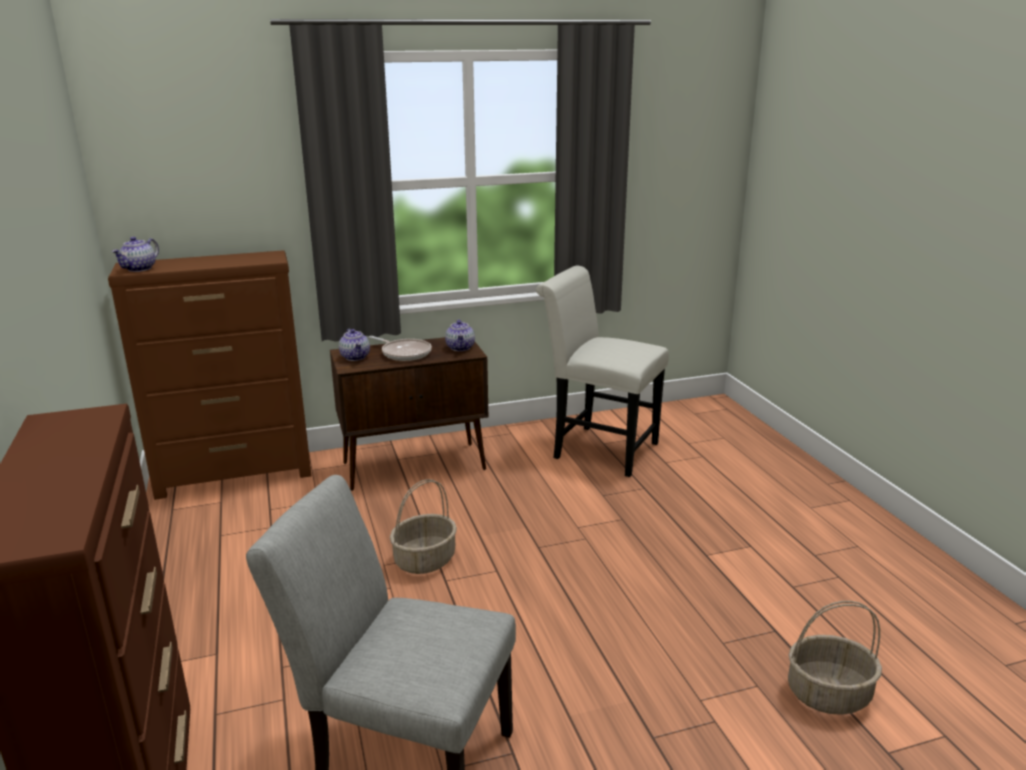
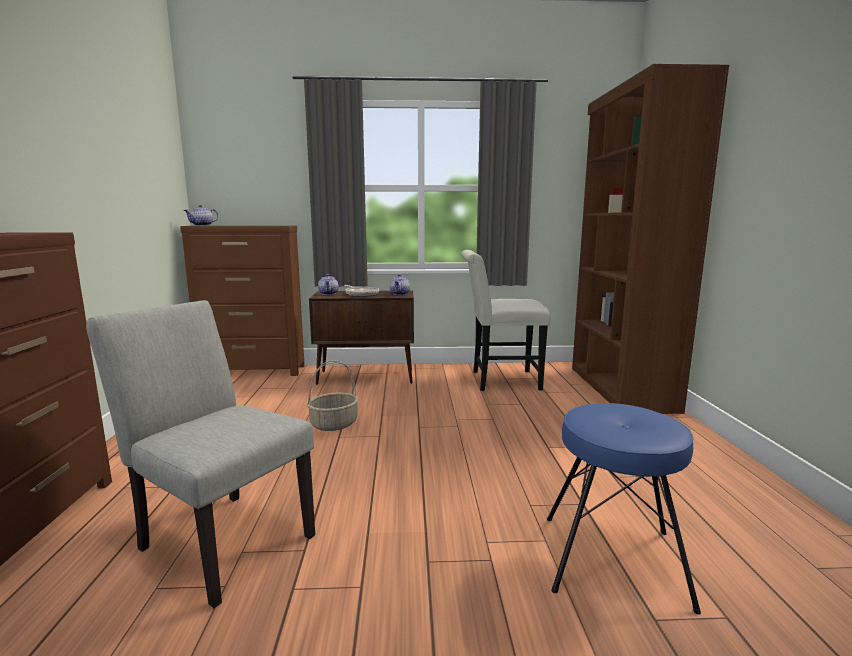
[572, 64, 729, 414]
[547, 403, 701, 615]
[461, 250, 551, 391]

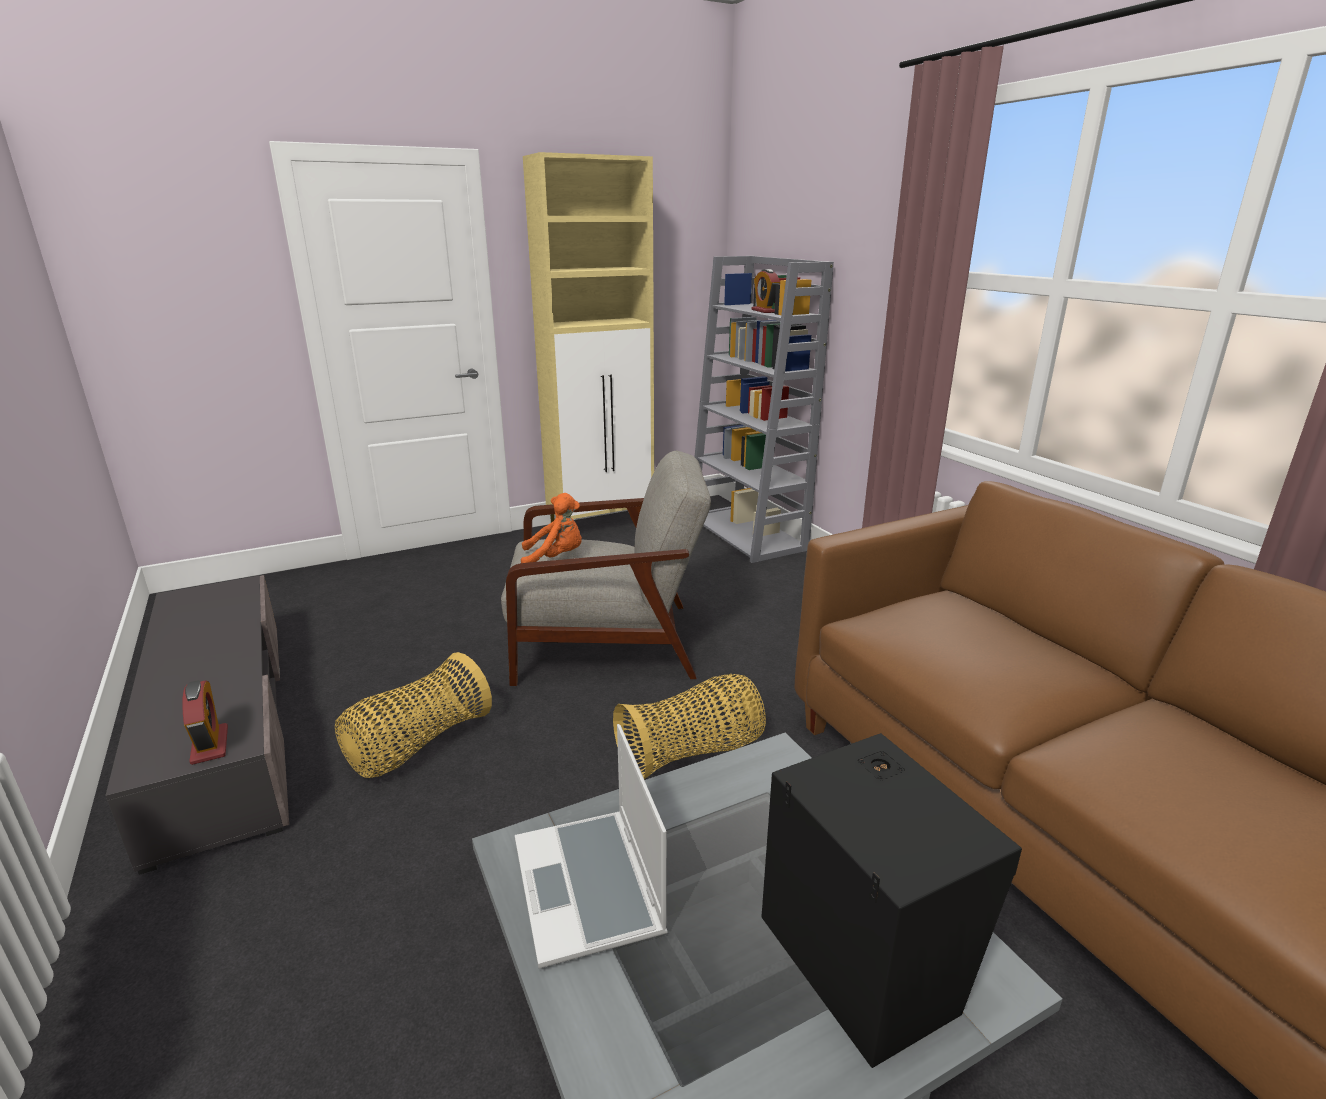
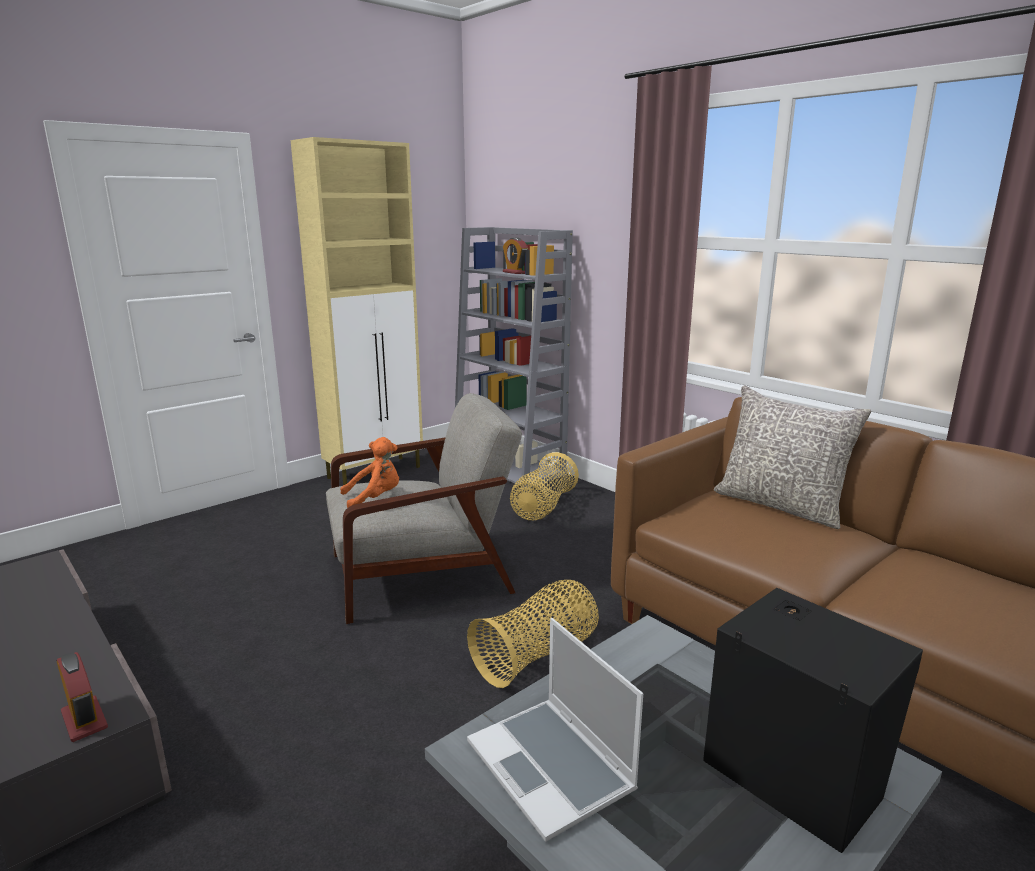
[714, 385, 871, 529]
[510, 452, 579, 520]

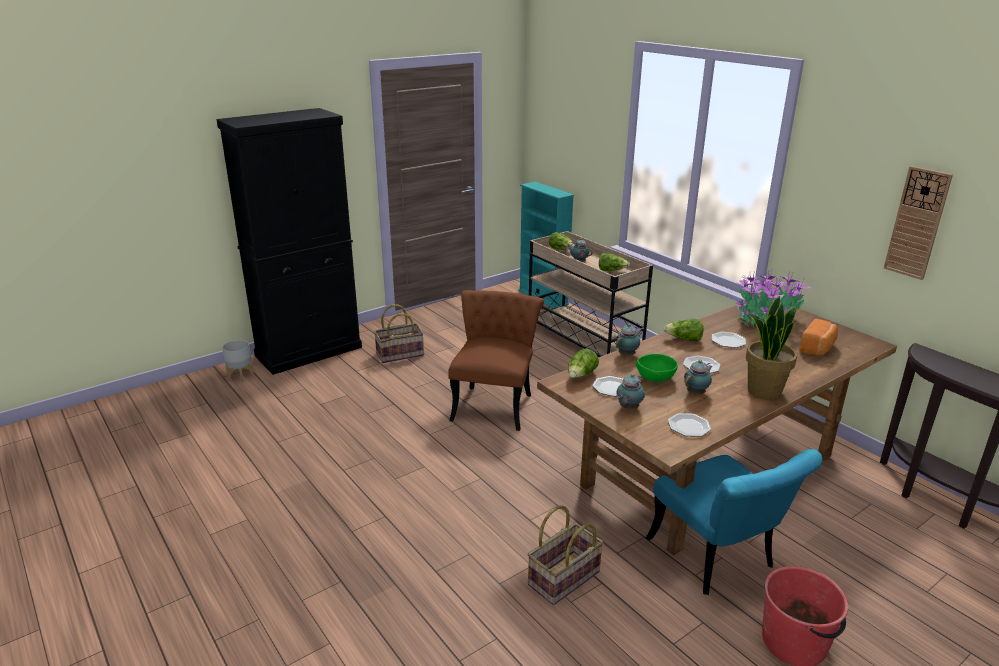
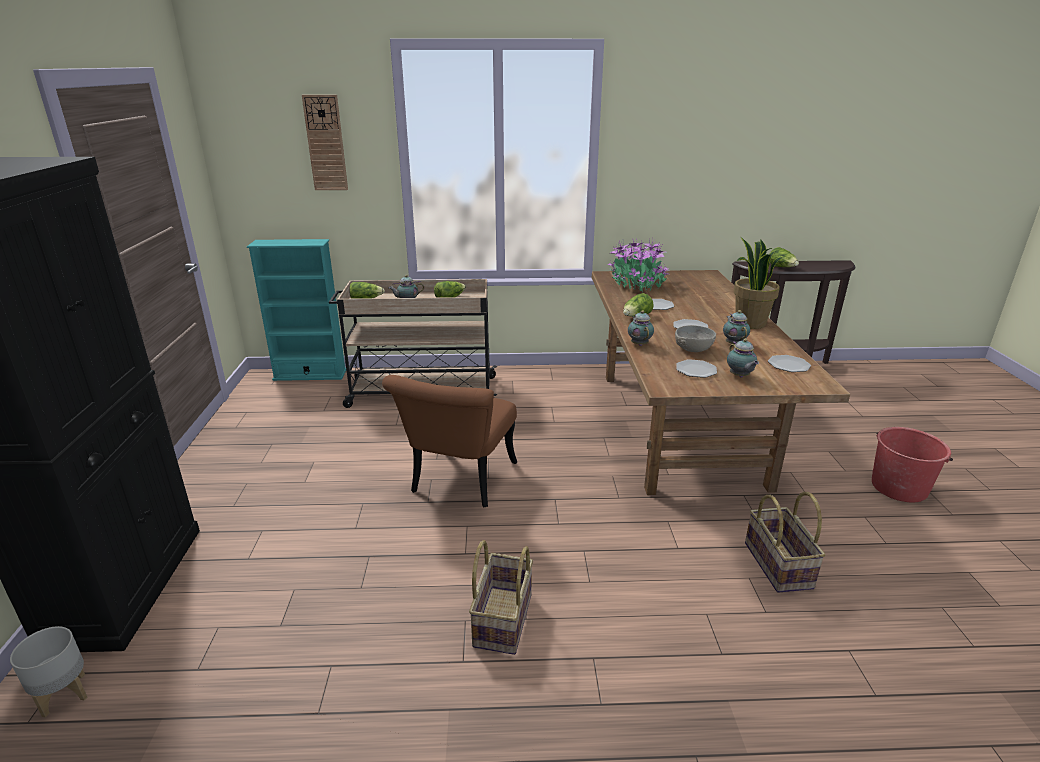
[646, 449, 822, 595] (first image)
[799, 319, 838, 356] (first image)
[469, 540, 533, 655]
[770, 247, 799, 267]
[302, 95, 348, 190]
[675, 325, 716, 352]
[382, 375, 517, 508]

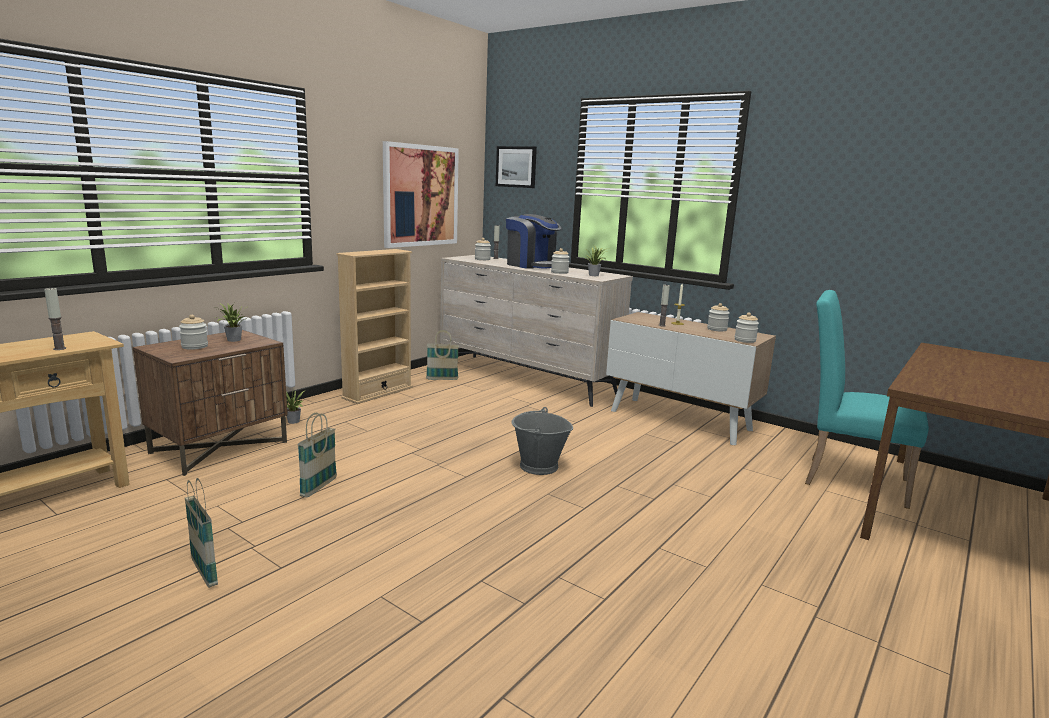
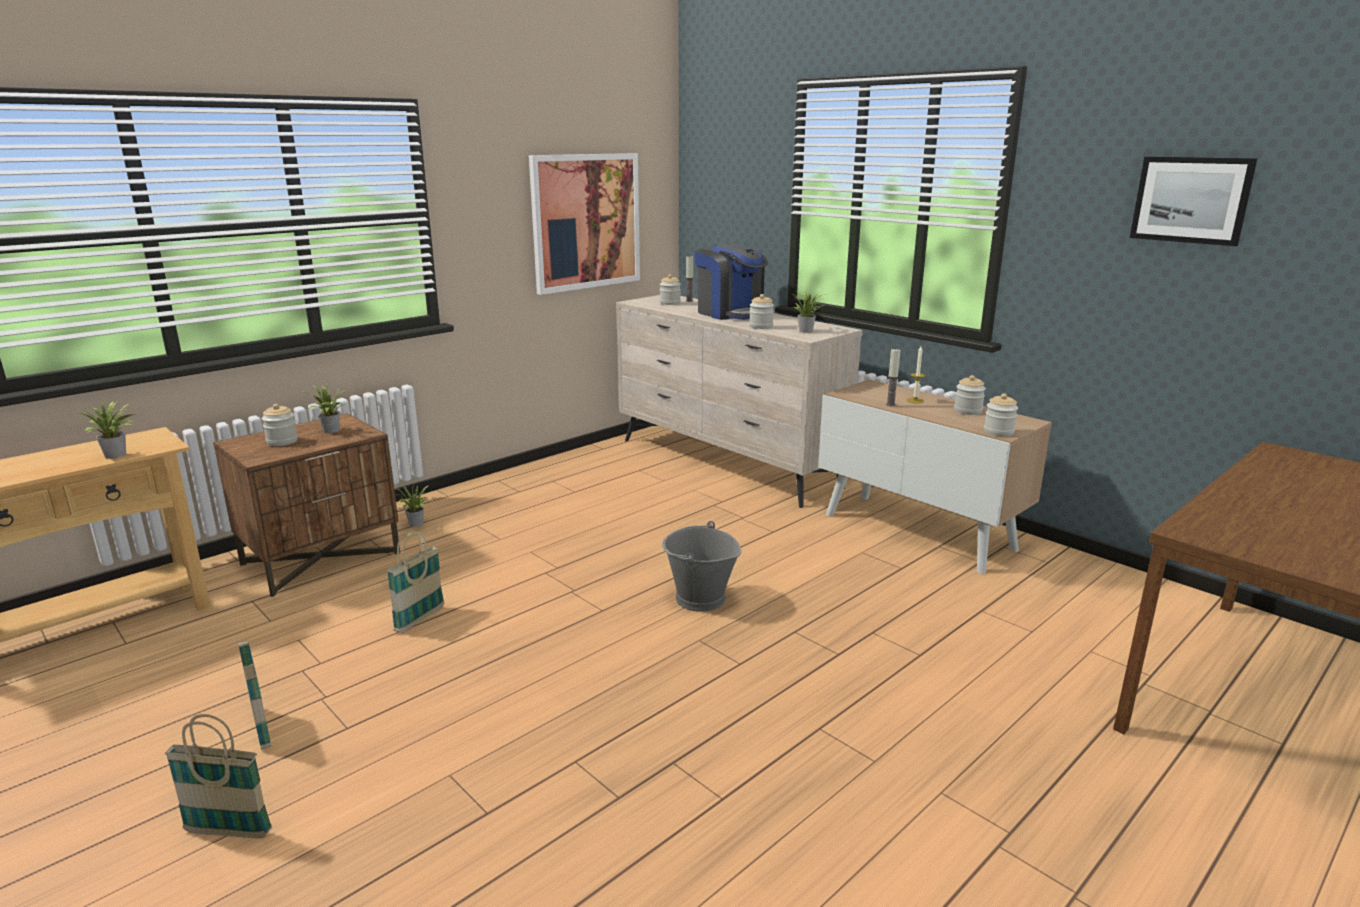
[337, 249, 413, 404] (first image)
[805, 290, 929, 509] (first image)
[165, 714, 272, 838]
[1130, 157, 1258, 246]
[77, 400, 136, 459]

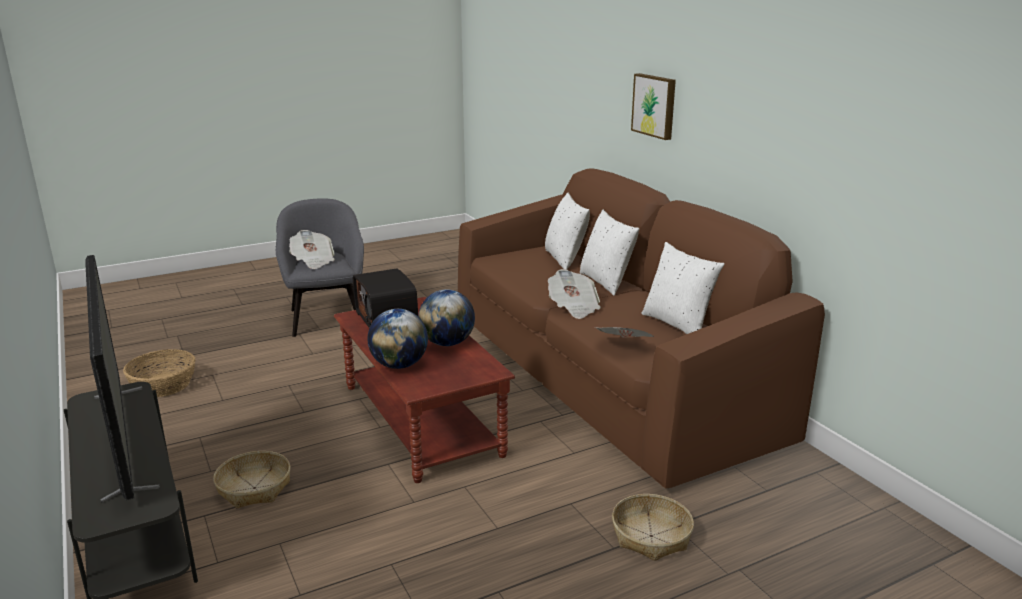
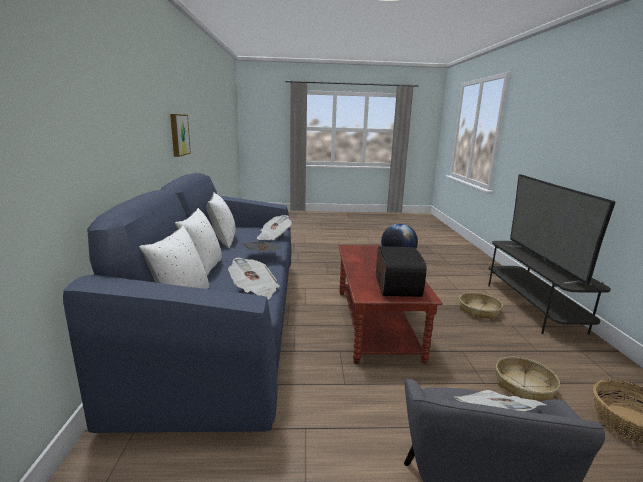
[418, 290, 475, 346] (first image)
[228, 258, 280, 299]
[496, 357, 560, 401]
[170, 114, 191, 157]
[63, 173, 291, 433]

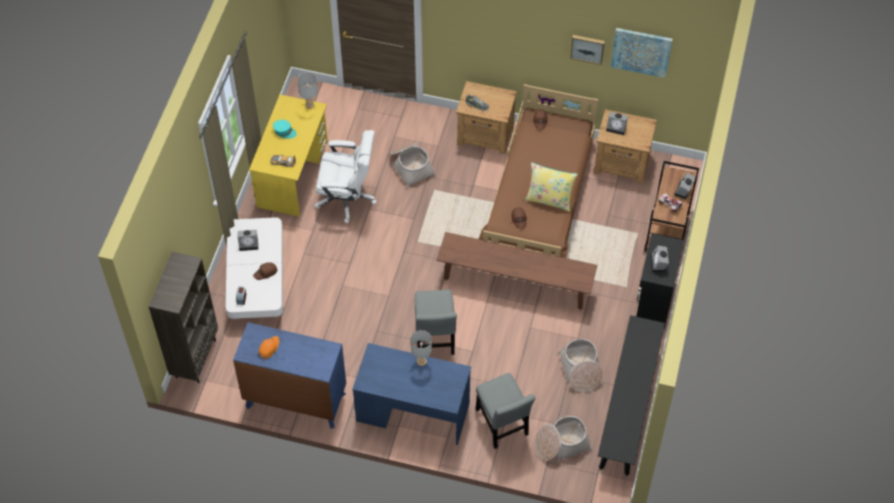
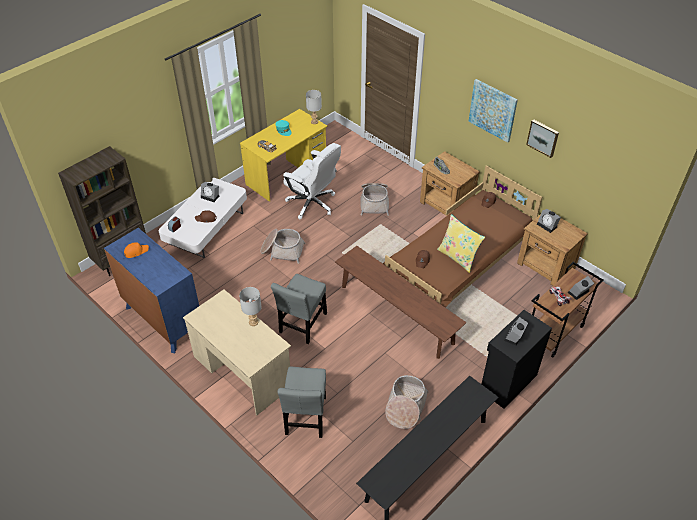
[260, 229, 305, 264]
[468, 79, 518, 142]
[183, 290, 291, 415]

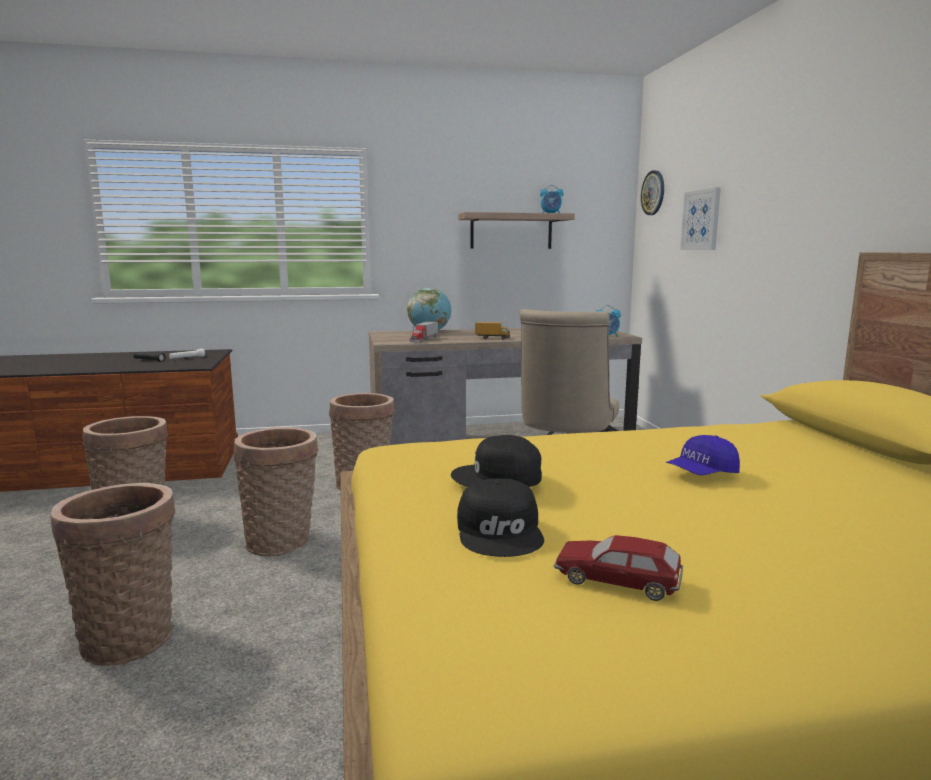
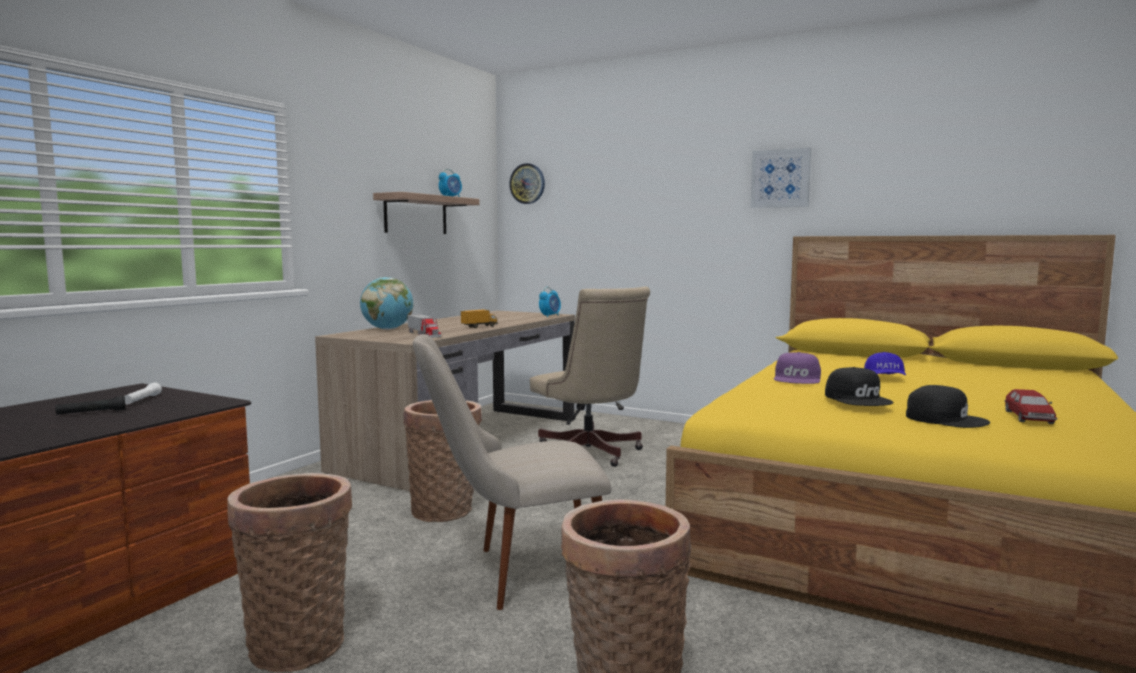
[774, 352, 821, 384]
[751, 148, 811, 208]
[413, 334, 611, 610]
[825, 367, 894, 406]
[1005, 389, 1058, 424]

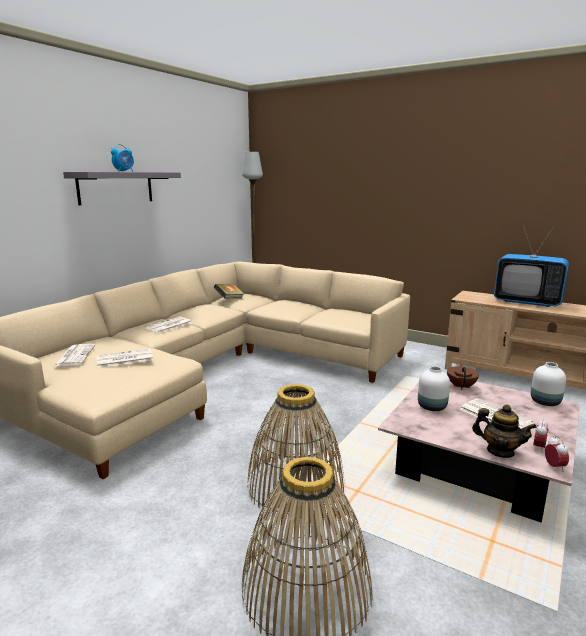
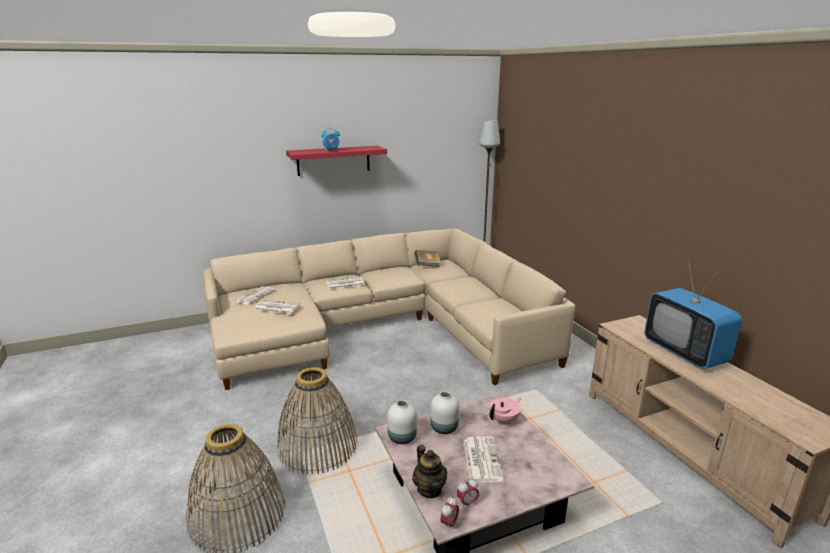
[387, 400, 417, 444]
[286, 146, 387, 176]
[489, 397, 521, 424]

